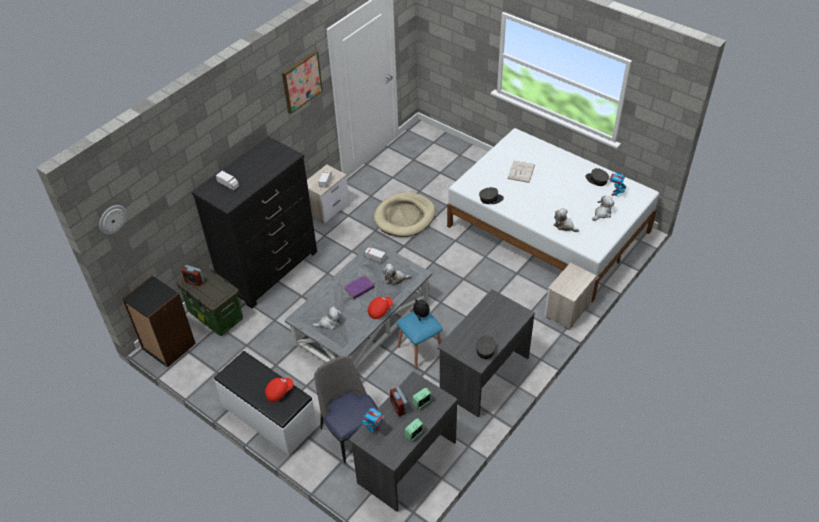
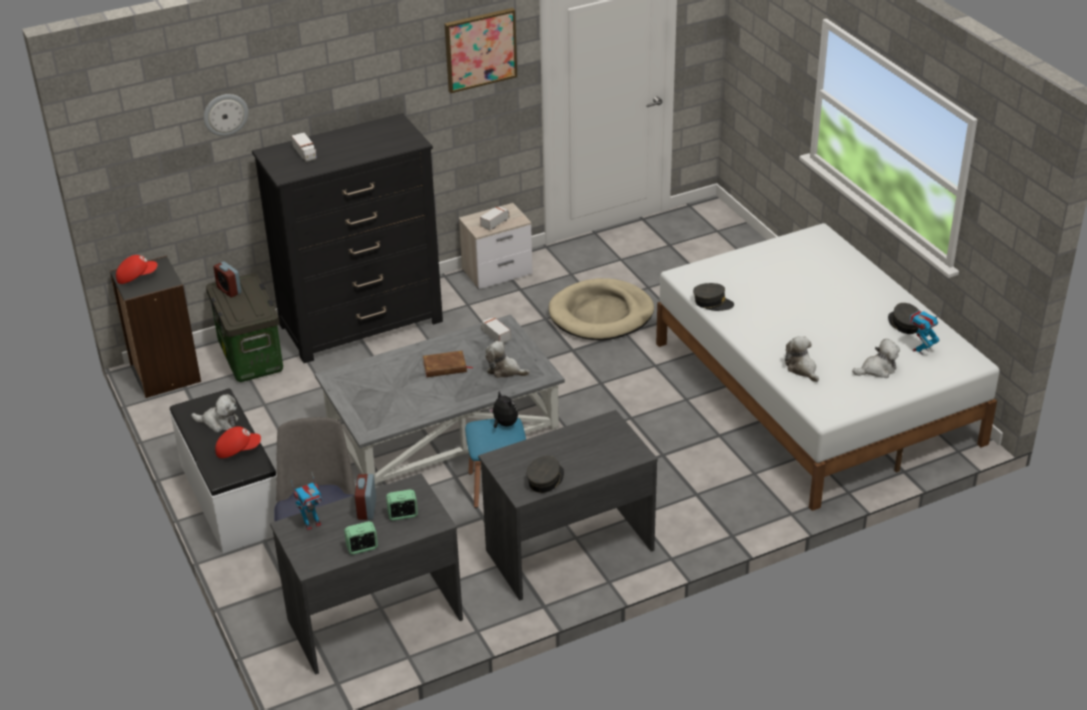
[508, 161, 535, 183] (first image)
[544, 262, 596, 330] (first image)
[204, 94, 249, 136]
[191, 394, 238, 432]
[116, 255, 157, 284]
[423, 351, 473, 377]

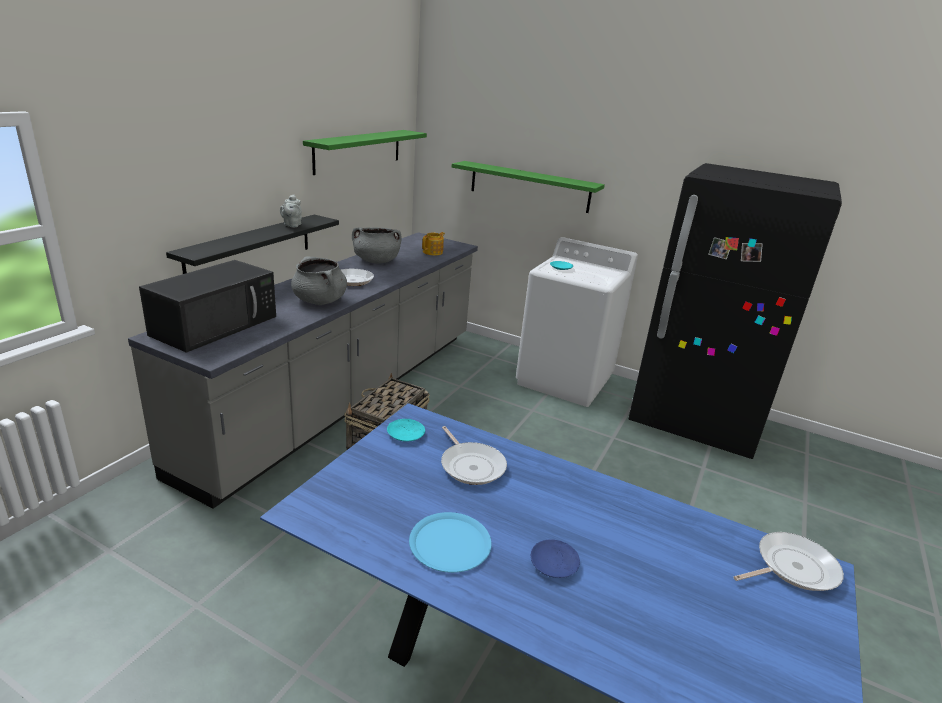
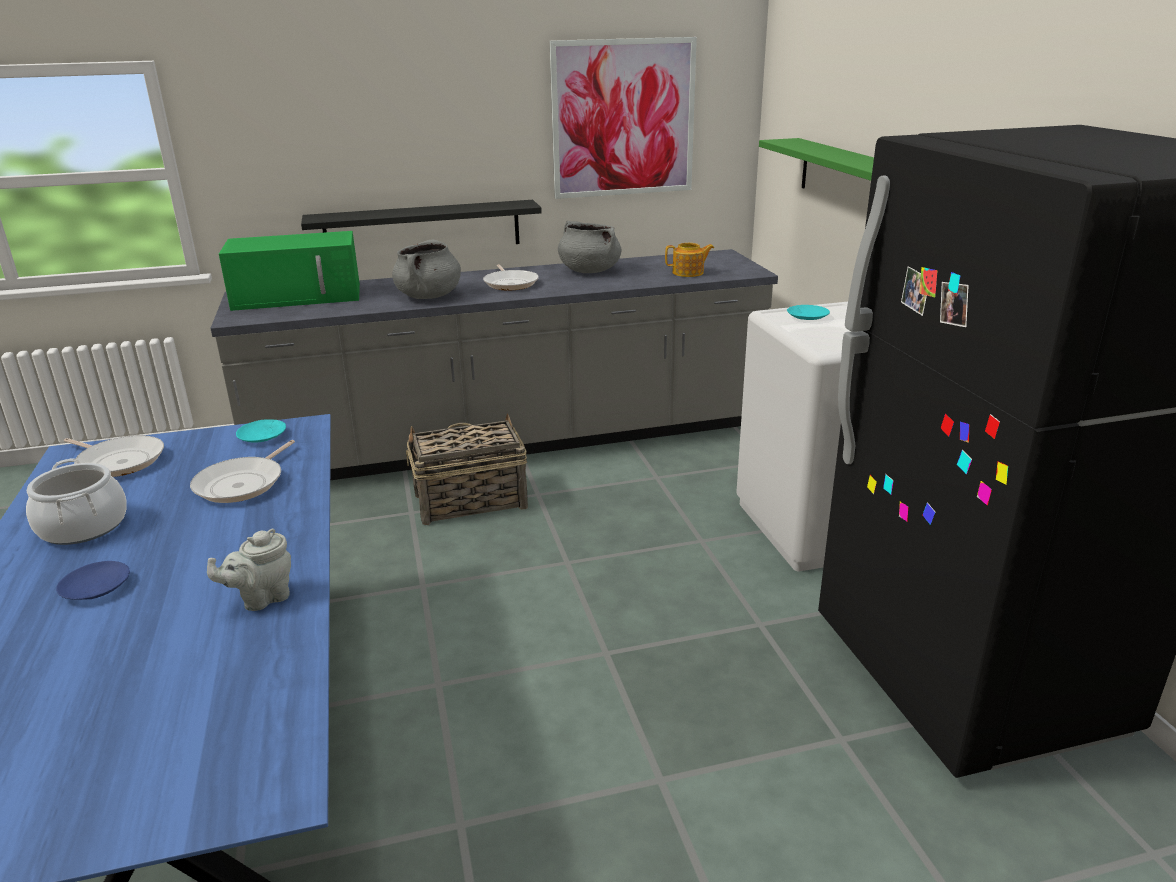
[207, 529, 291, 611]
[64, 435, 164, 477]
[550, 37, 697, 199]
[26, 458, 127, 545]
[219, 231, 360, 311]

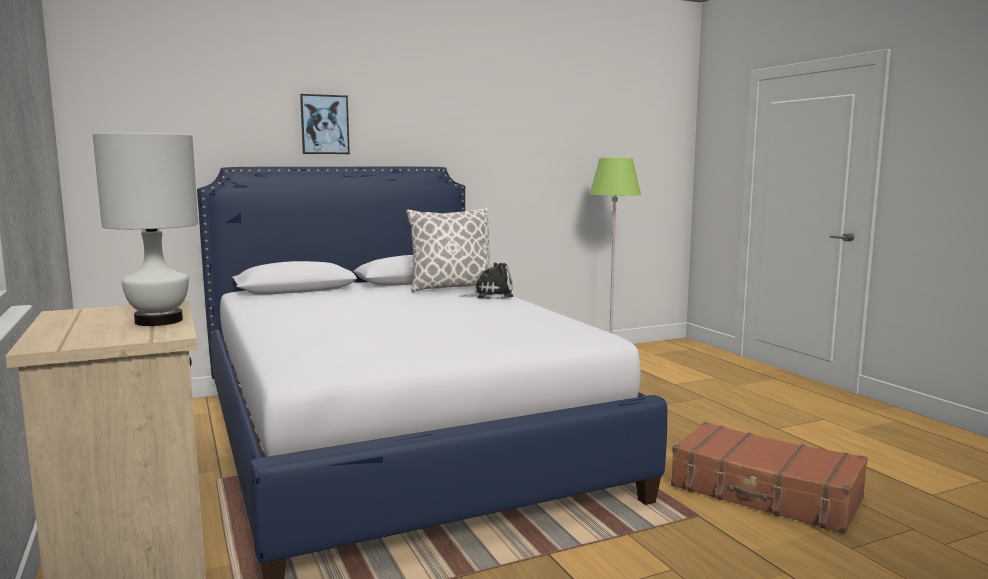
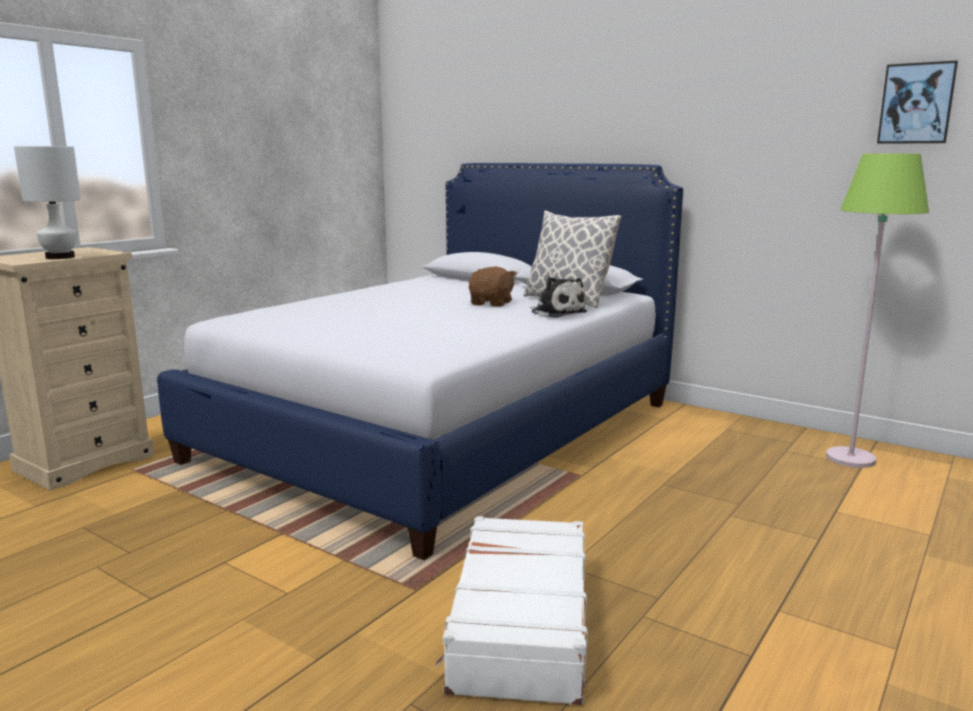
[469, 266, 516, 307]
[877, 60, 958, 144]
[436, 516, 588, 705]

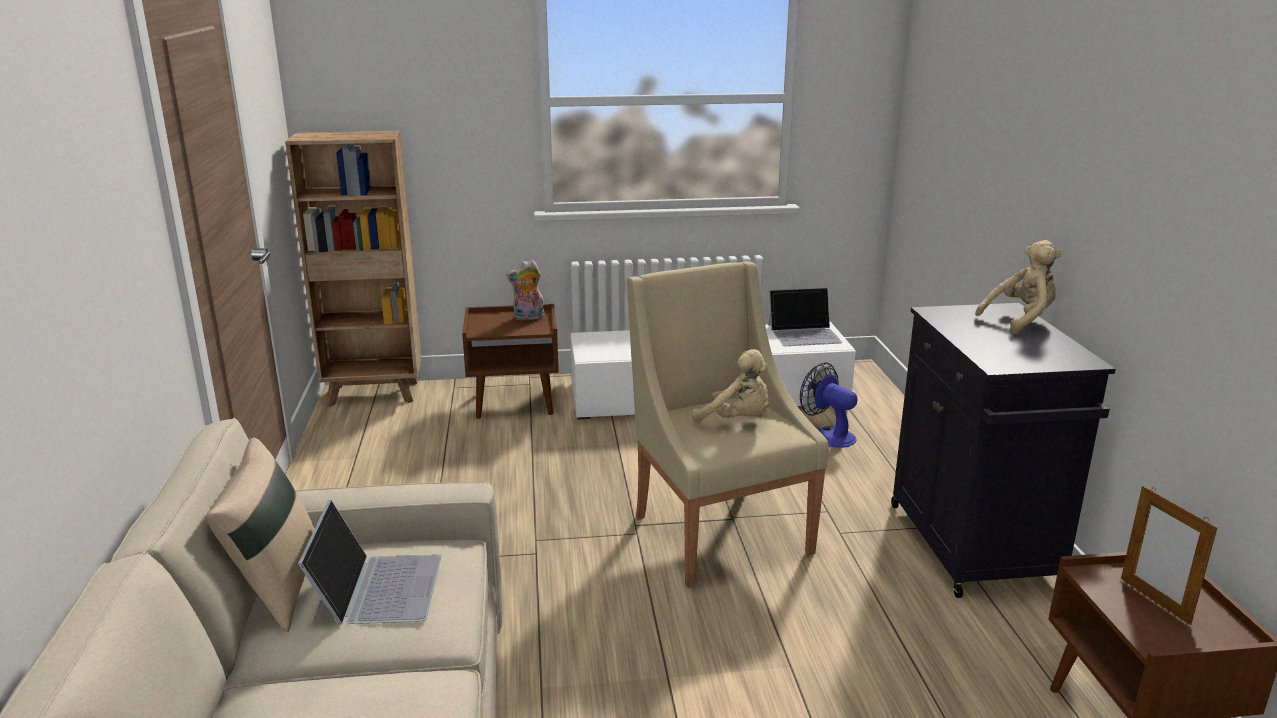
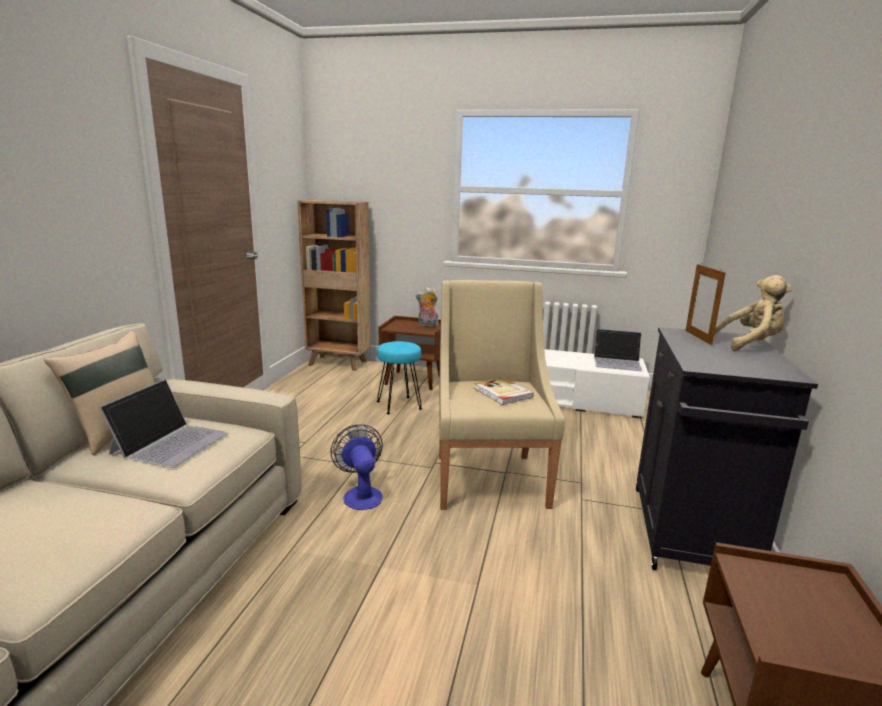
[377, 341, 422, 414]
[330, 424, 383, 510]
[686, 263, 726, 345]
[474, 377, 534, 405]

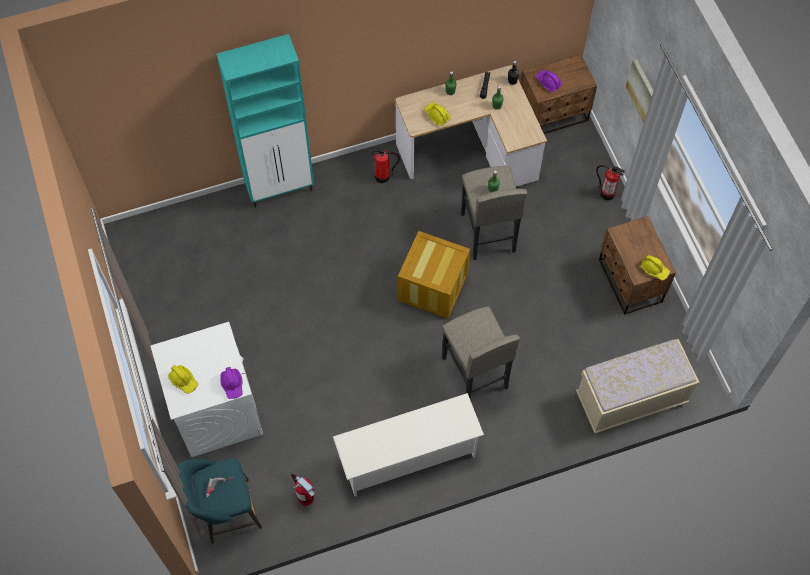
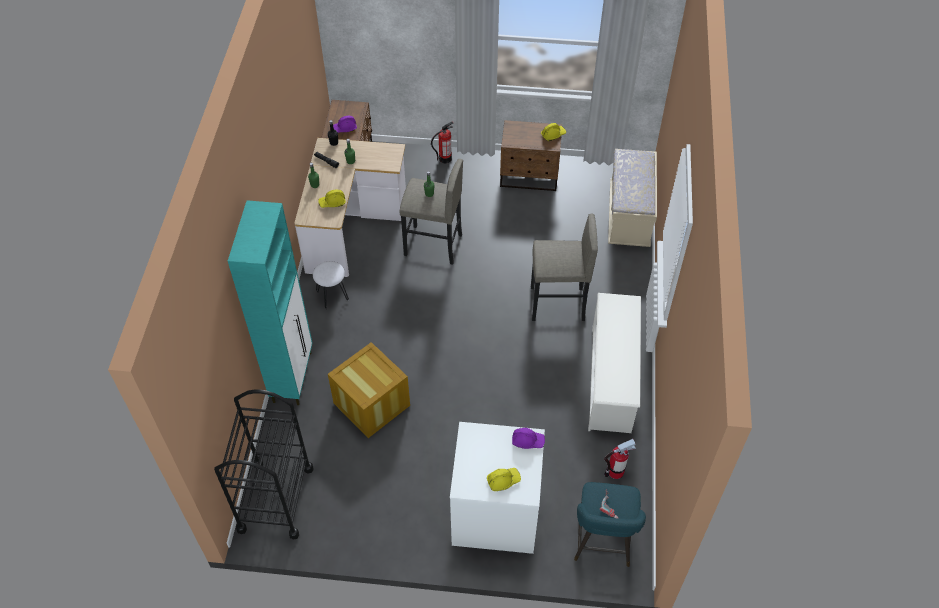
[626, 59, 653, 123] (first image)
[214, 390, 314, 540]
[328, 342, 410, 438]
[313, 261, 349, 309]

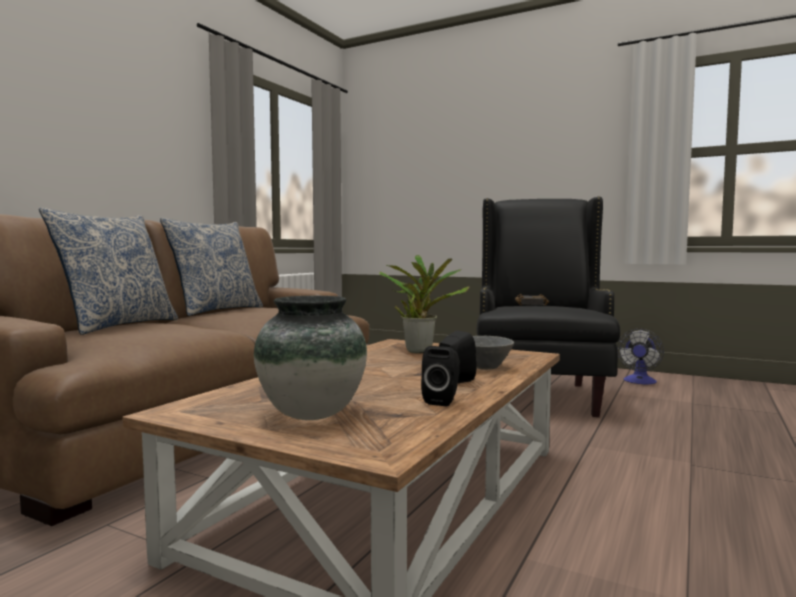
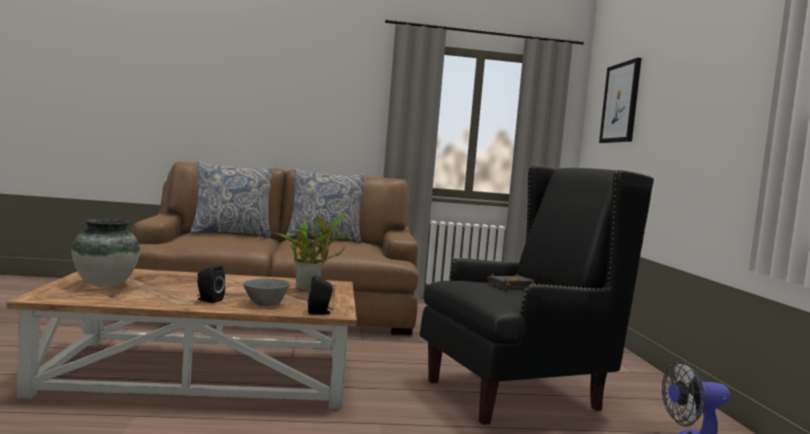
[599, 58, 641, 143]
[308, 276, 333, 315]

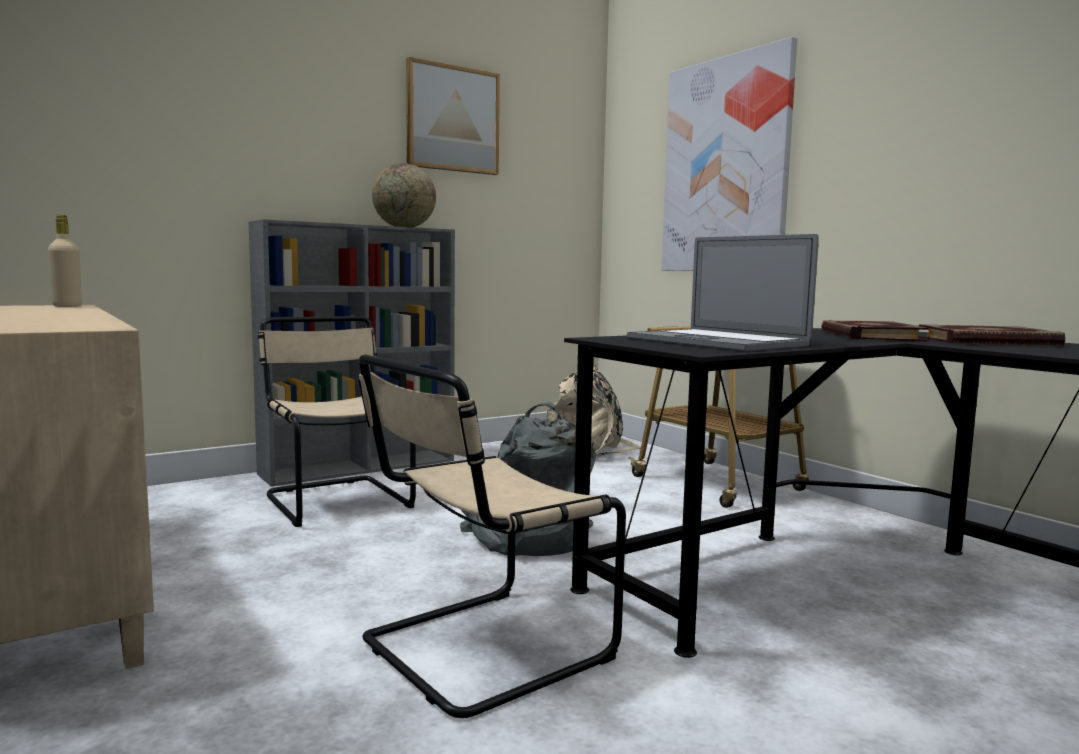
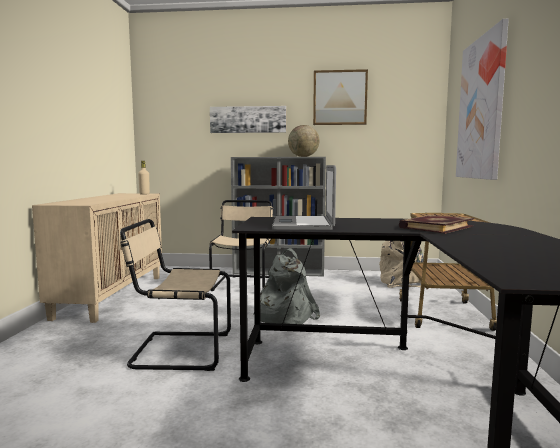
[918, 324, 1065, 346] (first image)
[210, 106, 286, 133]

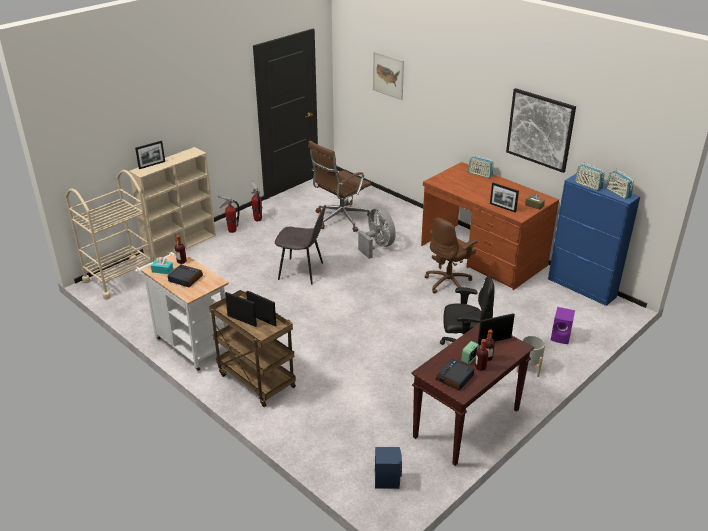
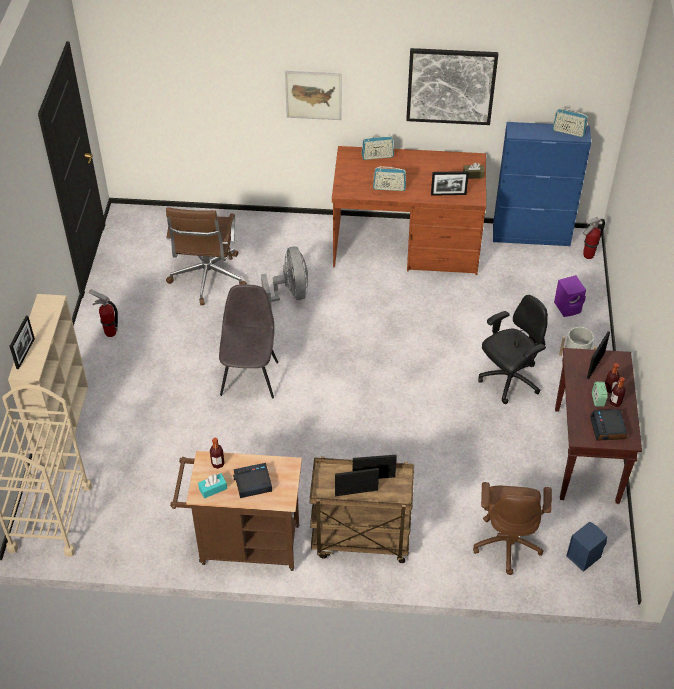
[583, 217, 605, 259]
[285, 71, 342, 120]
[473, 482, 552, 575]
[373, 166, 406, 191]
[170, 451, 302, 571]
[219, 284, 278, 398]
[261, 247, 308, 310]

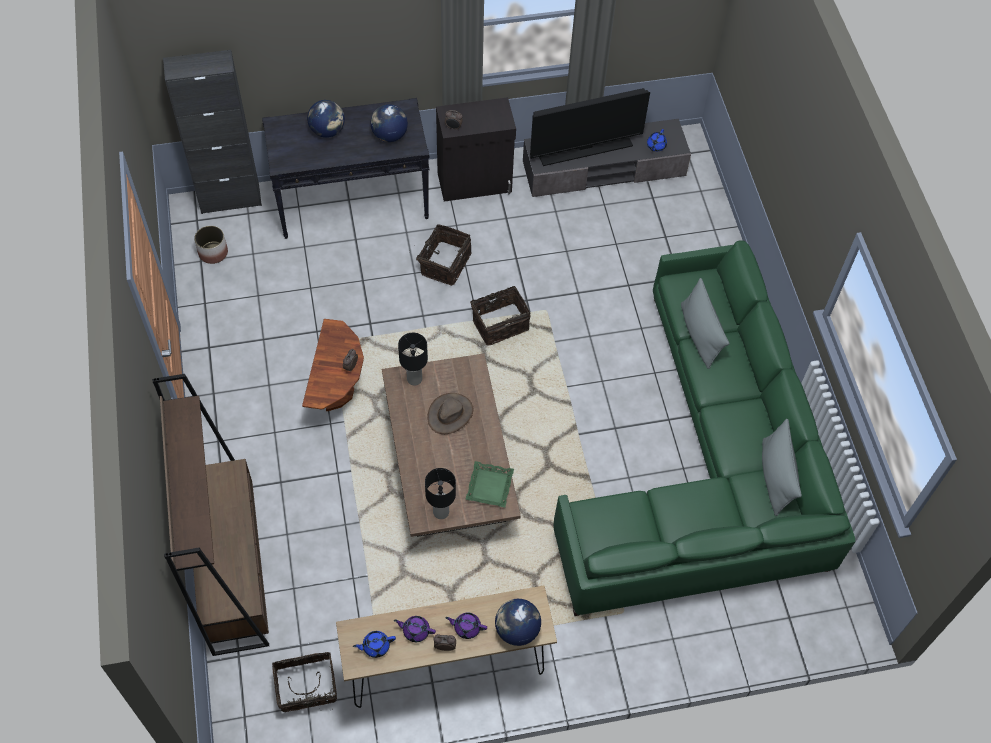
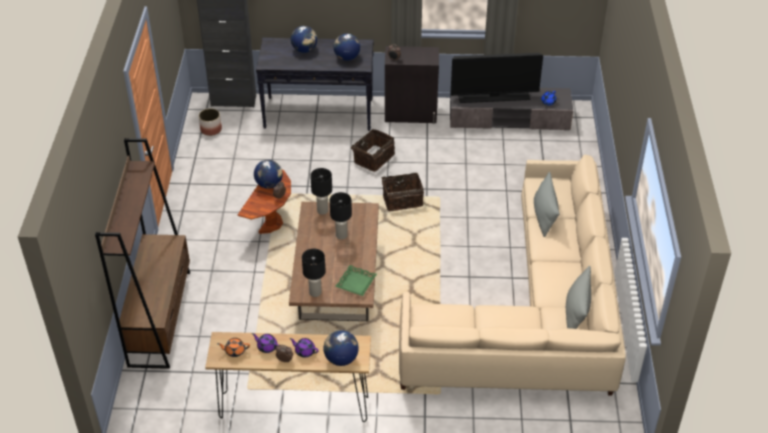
[272, 652, 337, 712] (first image)
[254, 160, 283, 189]
[330, 192, 352, 240]
[217, 338, 250, 357]
[399, 155, 626, 396]

